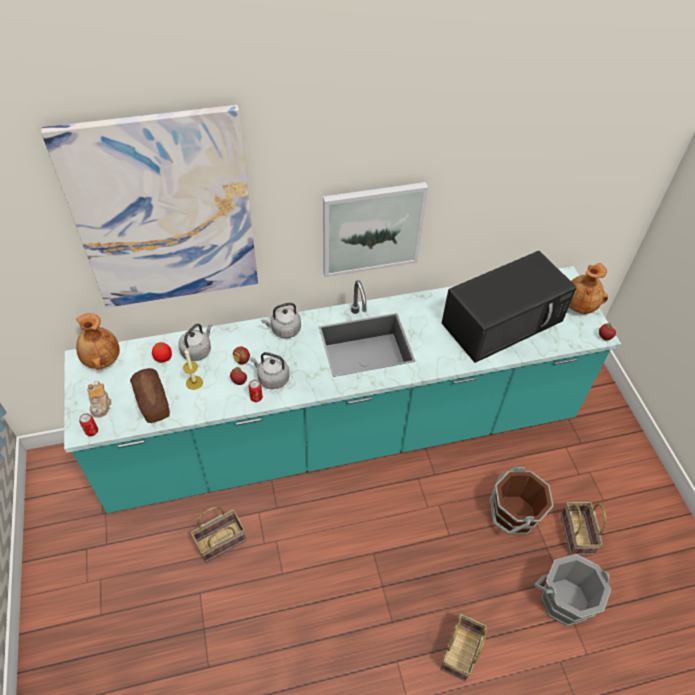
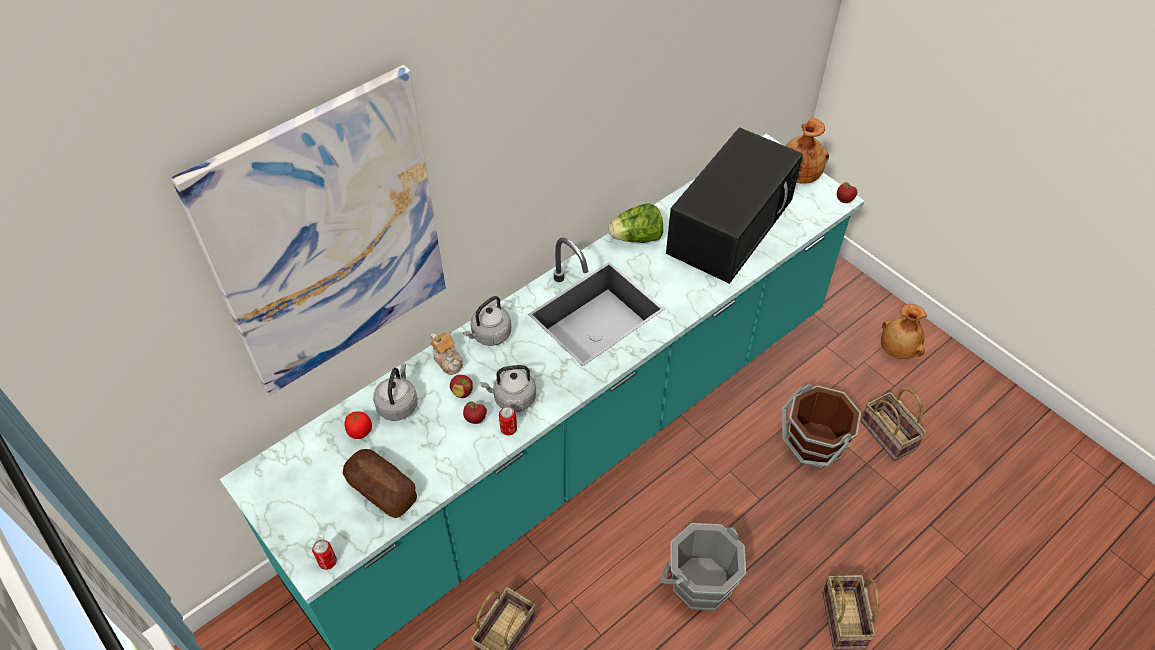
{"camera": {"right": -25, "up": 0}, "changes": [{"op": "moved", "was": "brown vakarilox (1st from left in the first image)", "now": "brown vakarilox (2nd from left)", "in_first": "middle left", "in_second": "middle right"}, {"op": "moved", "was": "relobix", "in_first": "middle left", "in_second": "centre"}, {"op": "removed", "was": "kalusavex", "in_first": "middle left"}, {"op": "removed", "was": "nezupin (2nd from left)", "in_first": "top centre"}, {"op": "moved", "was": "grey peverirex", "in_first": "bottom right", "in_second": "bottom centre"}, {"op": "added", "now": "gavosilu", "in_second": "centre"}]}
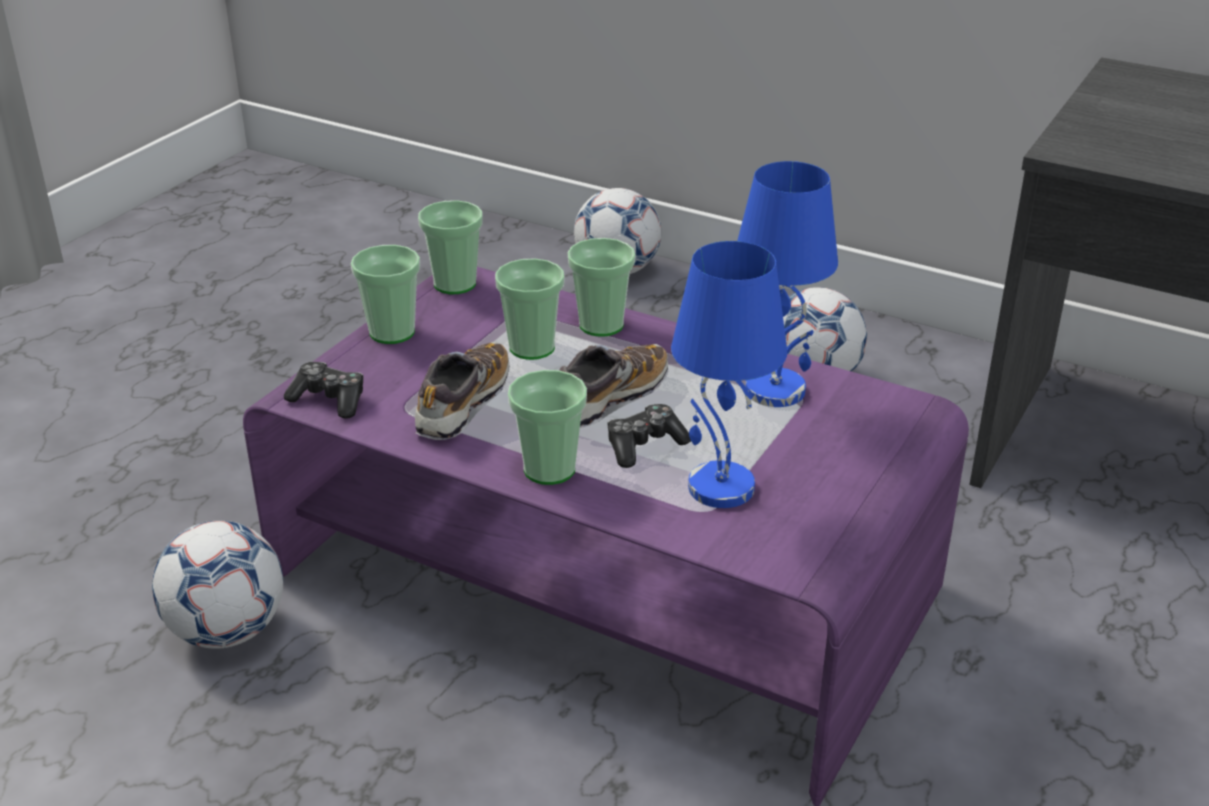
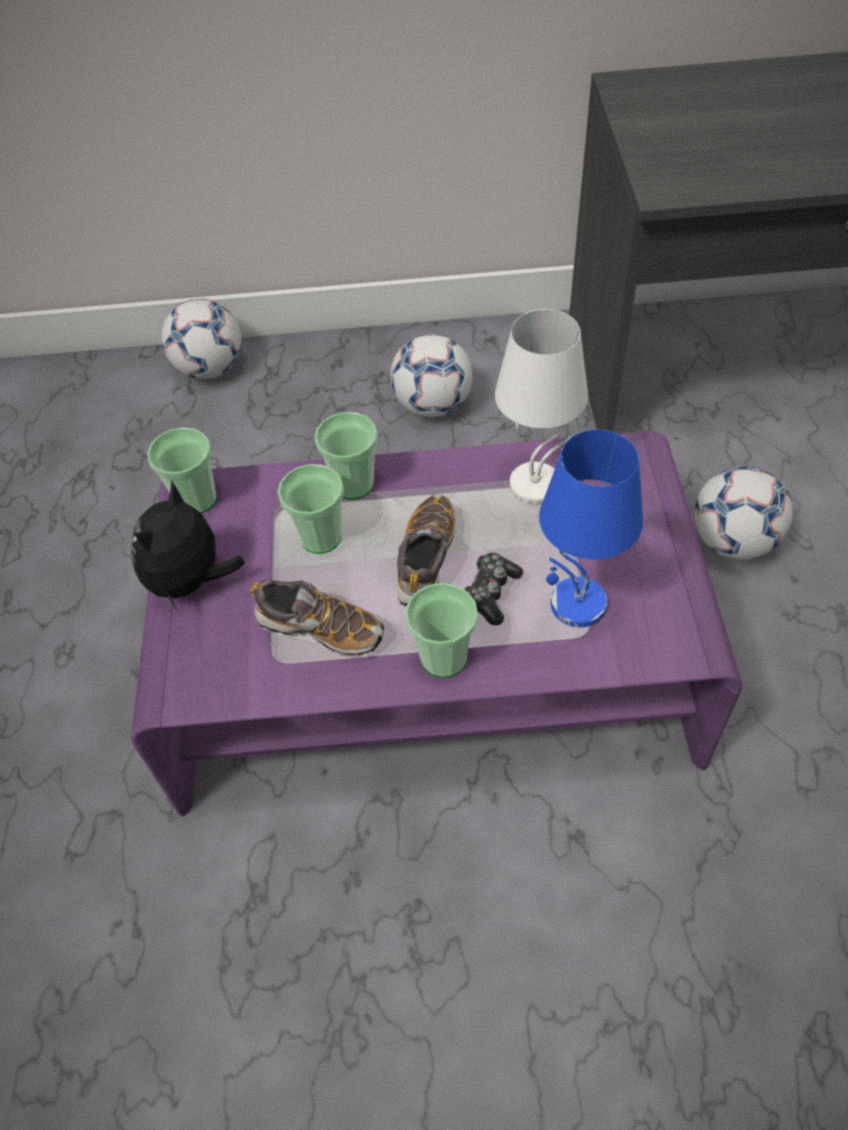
{"camera": {"right": -30, "up": 20}, "changes": [{"op": "moved", "was": "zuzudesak (1st from left in the first image)", "now": "zuzudesak (3rd from left)", "in_first": "bottom left", "in_second": "middle right"}, {"op": "removed", "was": "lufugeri (1st from left)", "in_first": "middle left"}, {"op": "replaced", "was": "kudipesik (1st from left)", "now": "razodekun", "in_first": "middle left", "in_second": "middle left"}, {"op": "turned", "was": "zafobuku (1st from left)", "in_first": "centre", "in_second": "centre", "clockwise": 120}, {"op": "recoloured", "was": "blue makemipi (2nd from left)", "now": "white makemipi", "in_first": "centre", "in_second": "centre"}]}
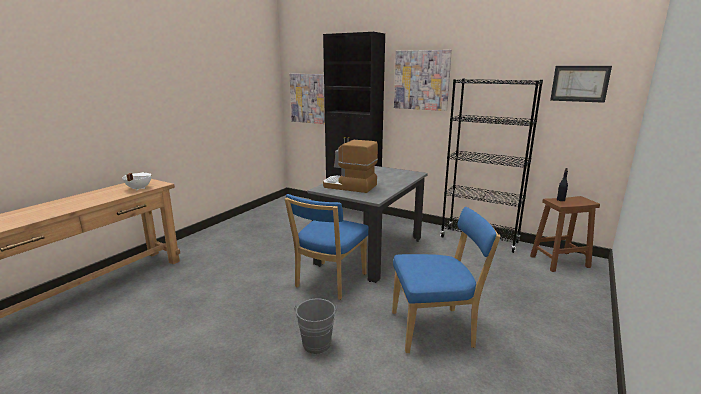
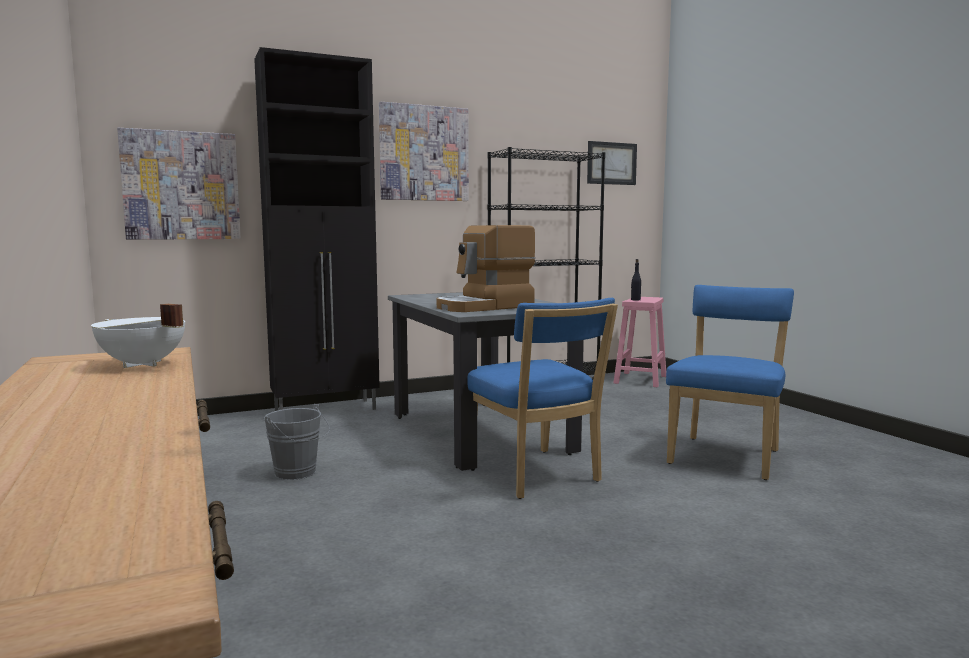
{"camera": {"right": -55, "up": -10}, "changes": [{"op": "moved", "was": "grey peverirex", "in_first": "bottom centre", "in_second": "bottom left"}, {"op": "recoloured", "was": "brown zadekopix", "now": "pink zadekopix", "in_first": "middle right", "in_second": "centre"}]}
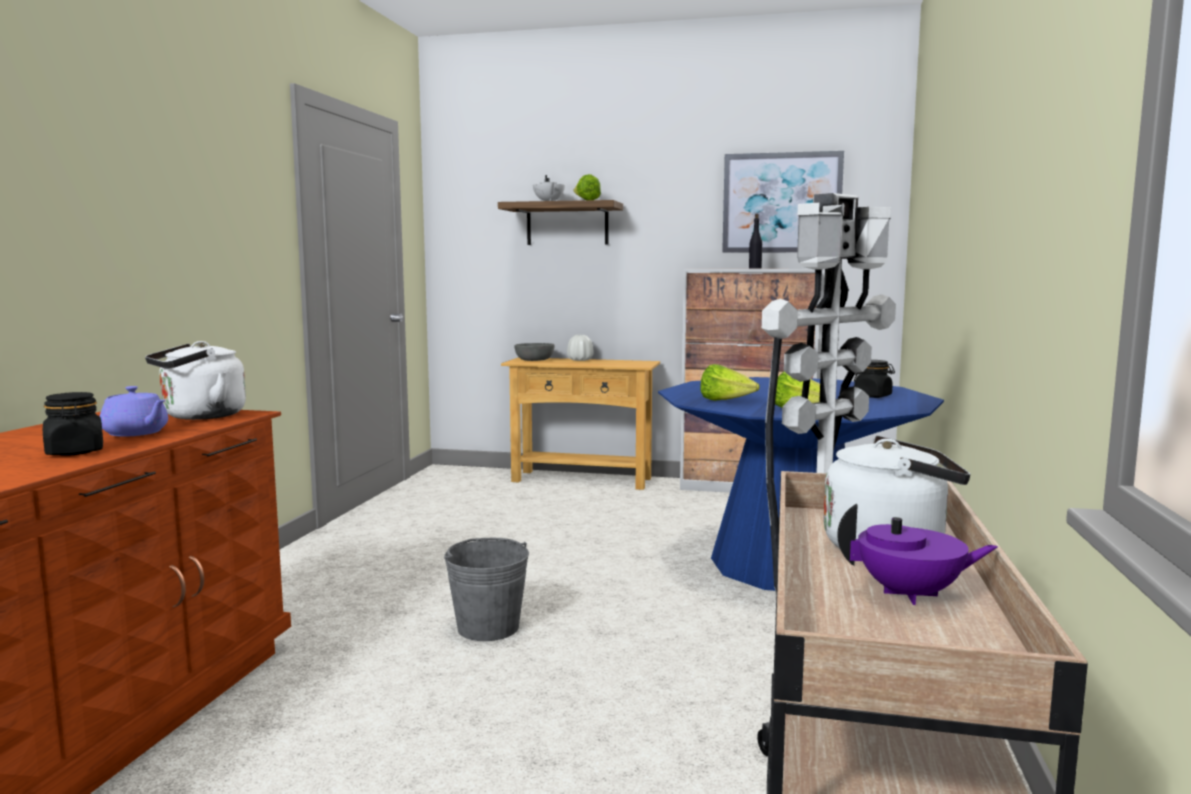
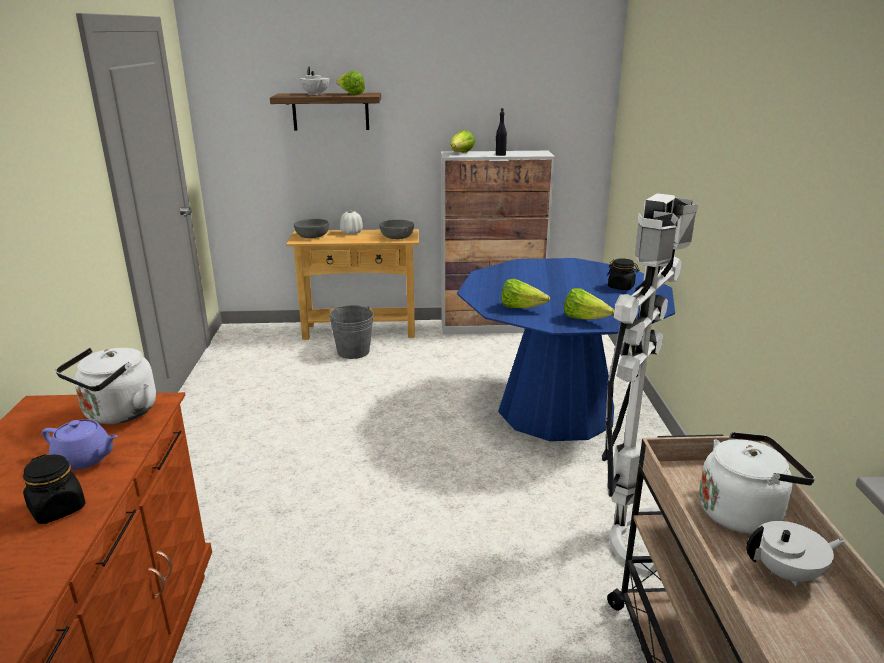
{"camera": {"right": -15, "up": 15}, "changes": [{"op": "moved", "was": "grey peverirex", "in_first": "bottom centre", "in_second": "centre"}, {"op": "removed", "was": "nezupin", "in_first": "top centre"}, {"op": "recoloured", "was": "purple relobix (2nd from left)", "now": "white relobix (2nd from left)", "in_first": "bottom right", "in_second": "bottom right"}, {"op": "added", "now": "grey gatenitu (2nd from left)", "in_second": "centre"}, {"op": "added", "now": "gavosilu (2nd from left)", "in_second": "top centre"}]}
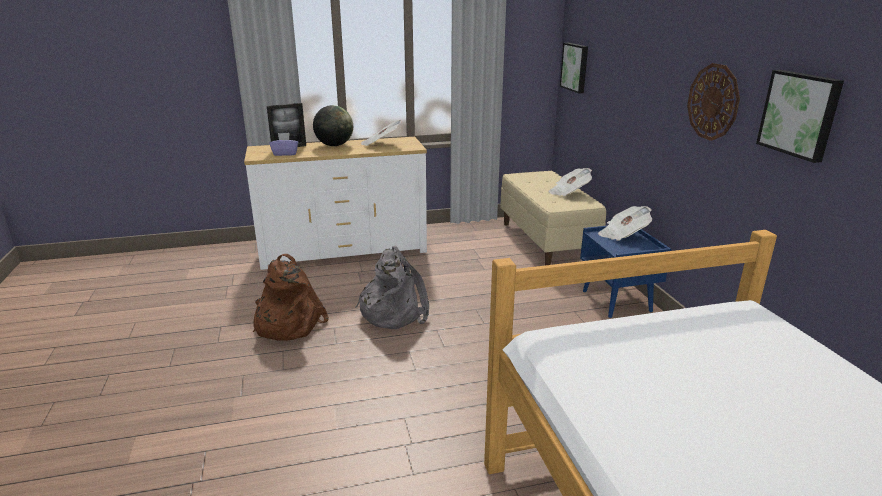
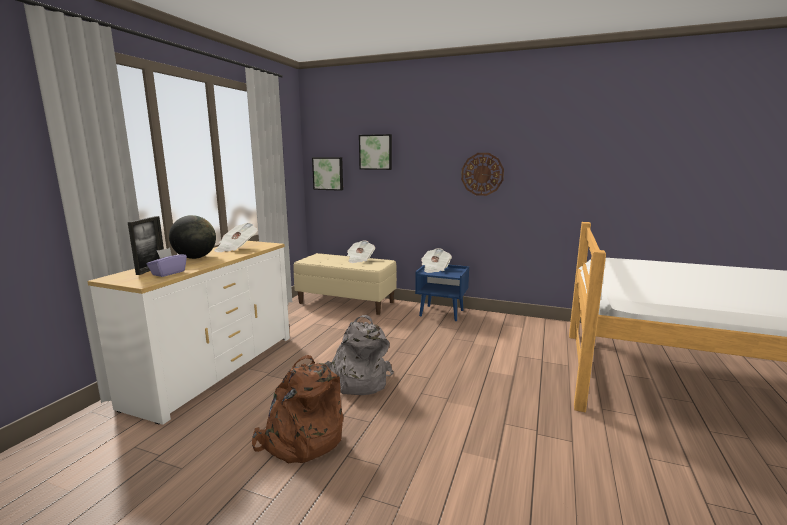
{"camera": {"right": -55, "up": -10}, "changes": [{"op": "moved", "was": "nezupin (2nd from left)", "in_first": "top right", "in_second": "top centre"}]}
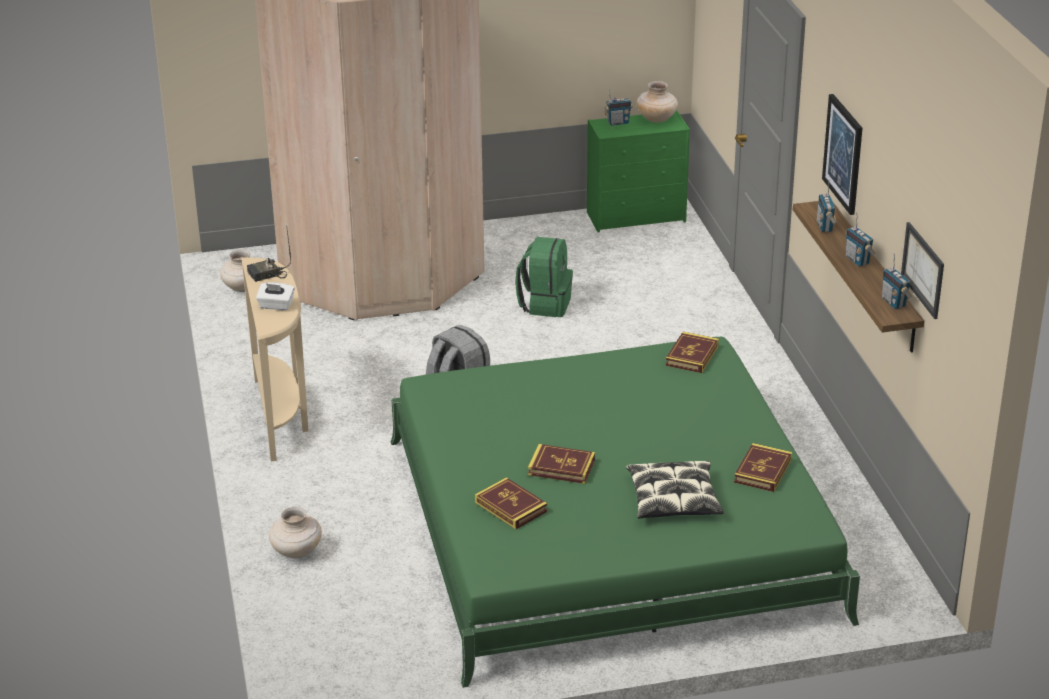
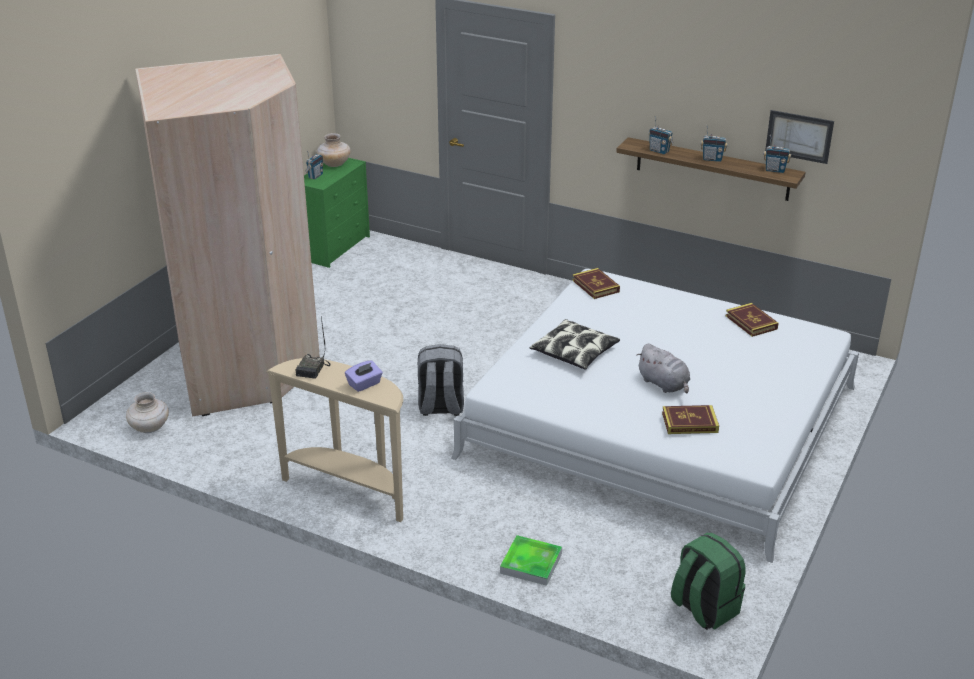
{"camera": {"right": -50, "up": 0}, "changes": [{"op": "recoloured", "was": "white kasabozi", "now": "purple kasabozi", "in_first": "middle left", "in_second": "centre"}, {"op": "replaced", "was": "beige vakarilox (2nd from left)", "now": "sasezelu", "in_first": "bottom left", "in_second": "bottom centre"}, {"op": "recoloured", "was": "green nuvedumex", "now": "white nuvedumex", "in_first": "bottom centre", "in_second": "middle right"}, {"op": "moved", "was": "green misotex", "in_first": "centre", "in_second": "bottom right"}, {"op": "replaced", "was": "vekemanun (2nd from left)", "now": "grey razodekun", "in_first": "centre", "in_second": "middle right"}, {"op": "moved", "was": "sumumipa", "in_first": "bottom centre", "in_second": "centre"}, {"op": "removed", "was": "nezupin (1st from left)", "in_first": "top right"}]}
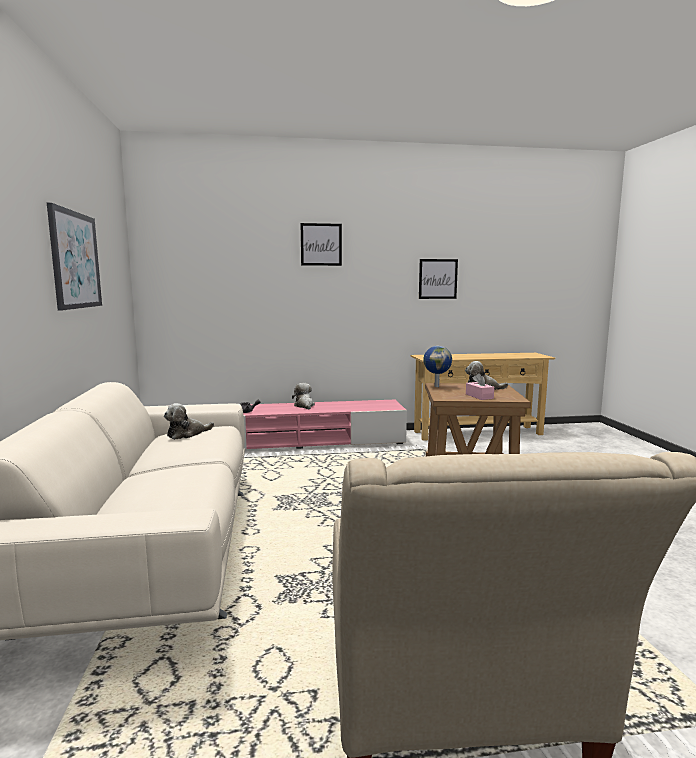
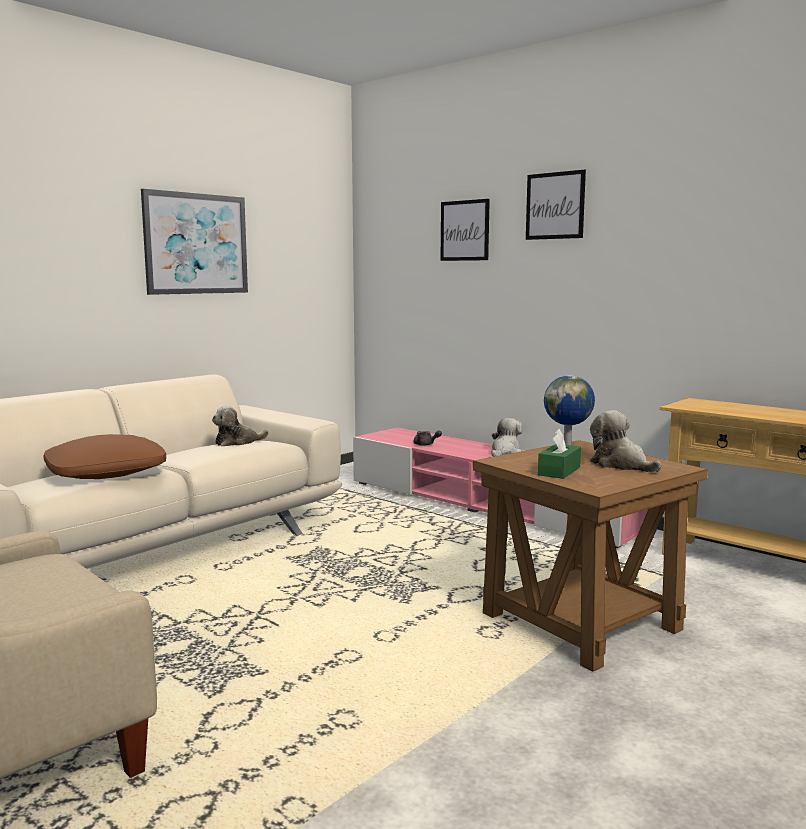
{"camera": {"right": 50, "up": 0}, "changes": [{"op": "turned", "was": "razodekun (1st from left)", "in_first": "middle left", "in_second": "middle left", "clockwise": -45}, {"op": "moved", "was": "nezupin (3rd from left in the first image)", "now": "nezupin (2nd from left)", "in_first": "centre", "in_second": "top centre"}, {"op": "recoloured", "was": "pink kasabozi", "now": "green kasabozi", "in_first": "middle right", "in_second": "middle right"}, {"op": "added", "now": "brown sumumipa", "in_second": "middle left"}]}
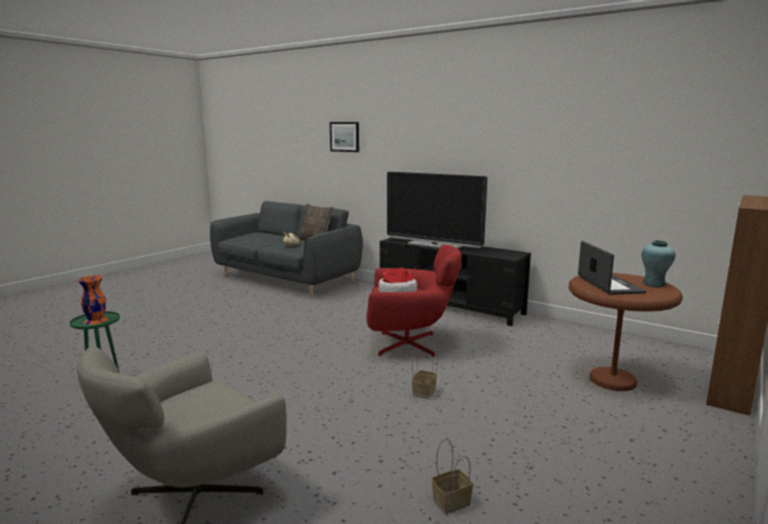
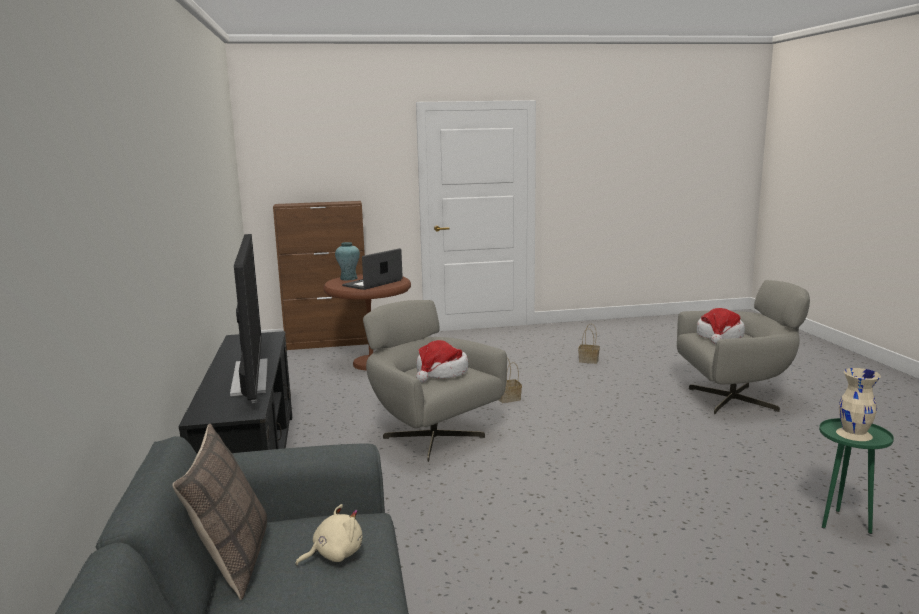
{"camera": {"right": -135, "up": 0}, "changes": [{"op": "recoloured", "was": "orange vakarilox", "now": "beige vakarilox", "in_first": "middle left", "in_second": "middle right"}, {"op": "removed", "was": "nezupin", "in_first": "top centre"}, {"op": "recoloured", "was": "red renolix", "now": "grey renolix (1st from left)", "in_first": "centre", "in_second": "centre"}, {"op": "added", "now": "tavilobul (2nd from left)", "in_second": "middle right"}]}
